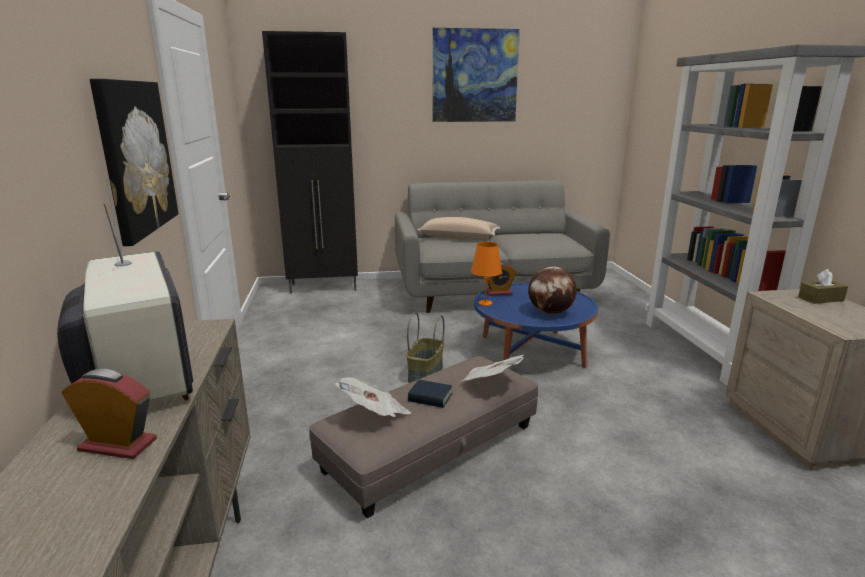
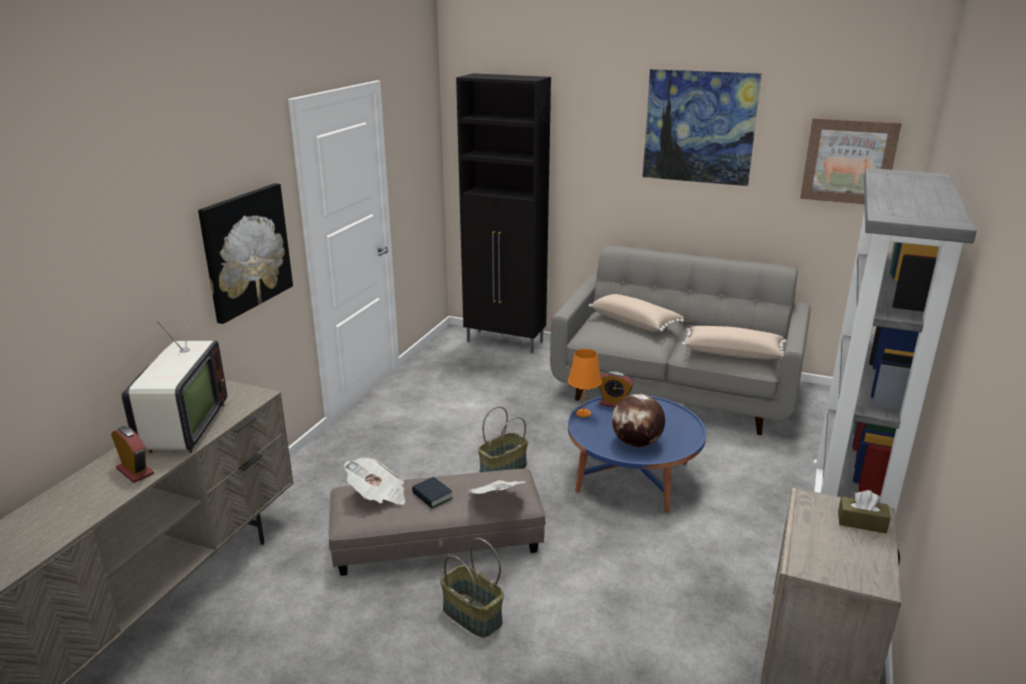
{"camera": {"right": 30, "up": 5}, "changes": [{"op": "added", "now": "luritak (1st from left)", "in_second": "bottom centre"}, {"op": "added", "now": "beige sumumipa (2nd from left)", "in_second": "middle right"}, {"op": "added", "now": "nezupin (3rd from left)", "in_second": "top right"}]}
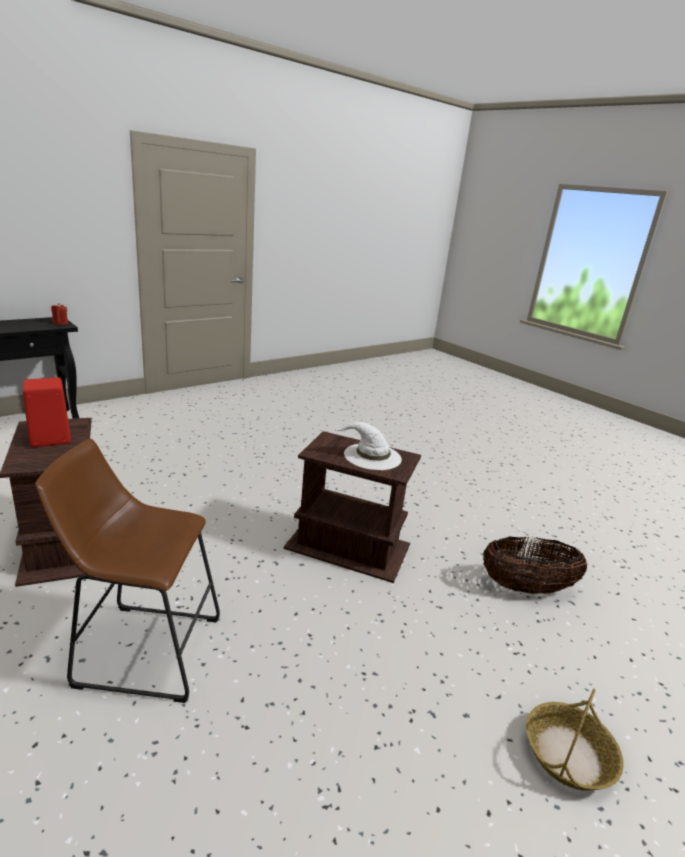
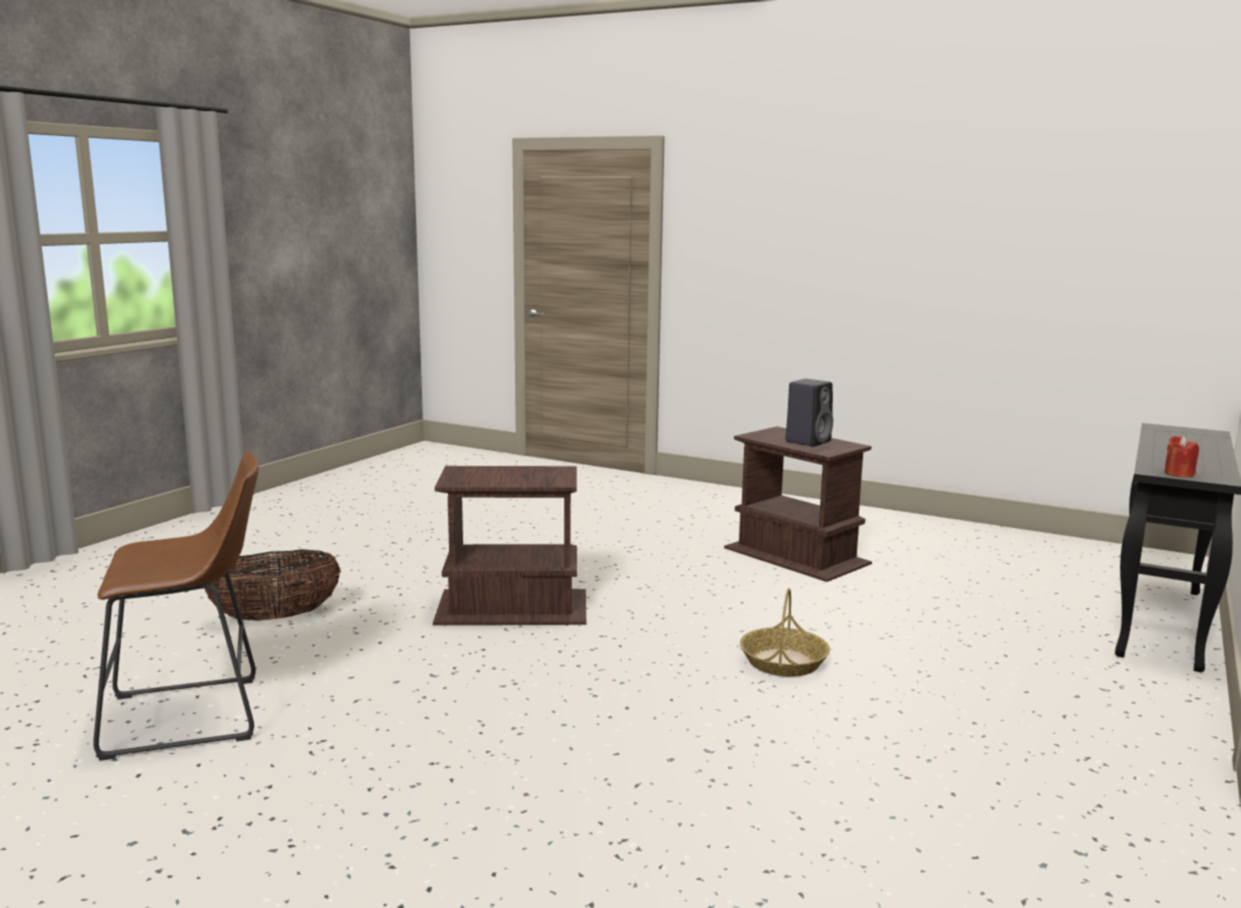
{"camera": {"right": 160, "up": -10}, "changes": [{"op": "recoloured", "was": "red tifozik", "now": "black tifozik", "in_first": "middle left", "in_second": "centre"}, {"op": "moved", "was": "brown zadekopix", "in_first": "middle left", "in_second": "bottom left"}, {"op": "removed", "was": "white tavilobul", "in_first": "centre"}, {"op": "moved", "was": "luritak (2nd from left)", "in_first": "bottom right", "in_second": "bottom centre"}]}
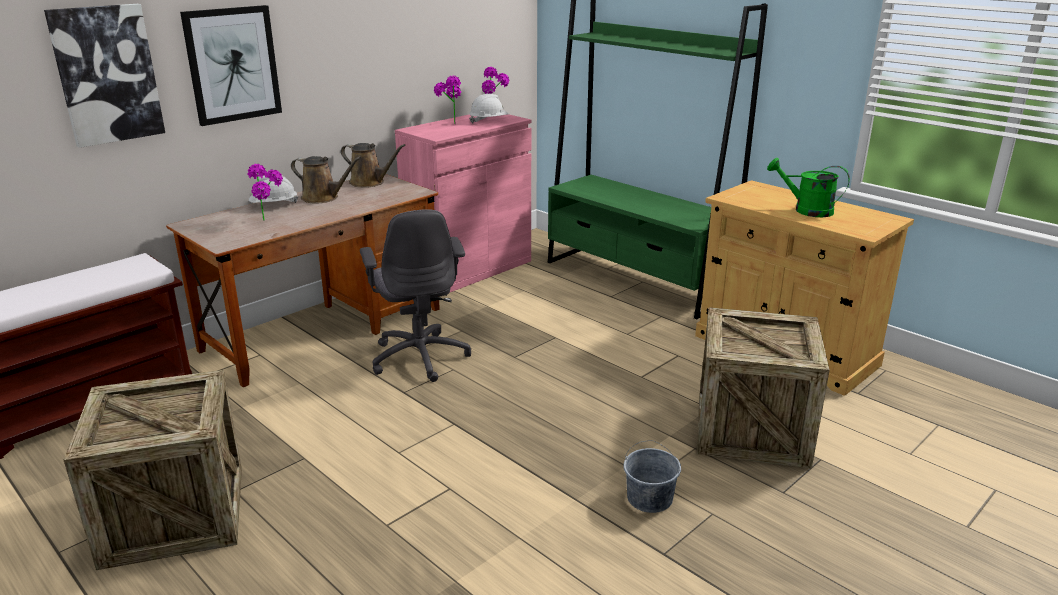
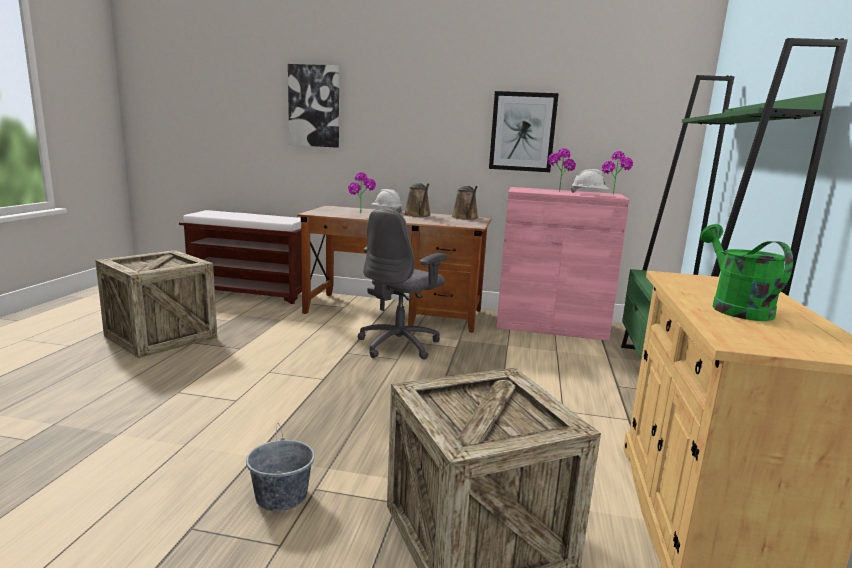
{"camera": {"right": 55, "up": -10}, "changes": [{"op": "moved", "was": "nezupin (2nd from left)", "in_first": "top left", "in_second": "top centre"}]}
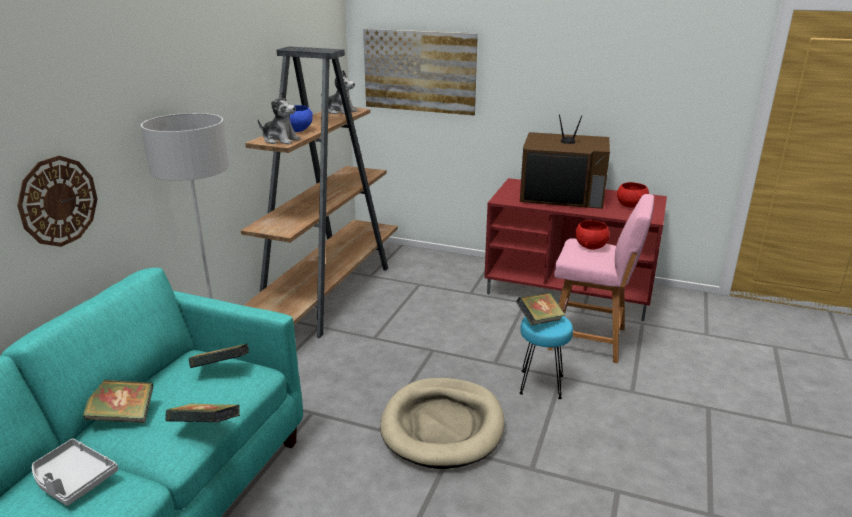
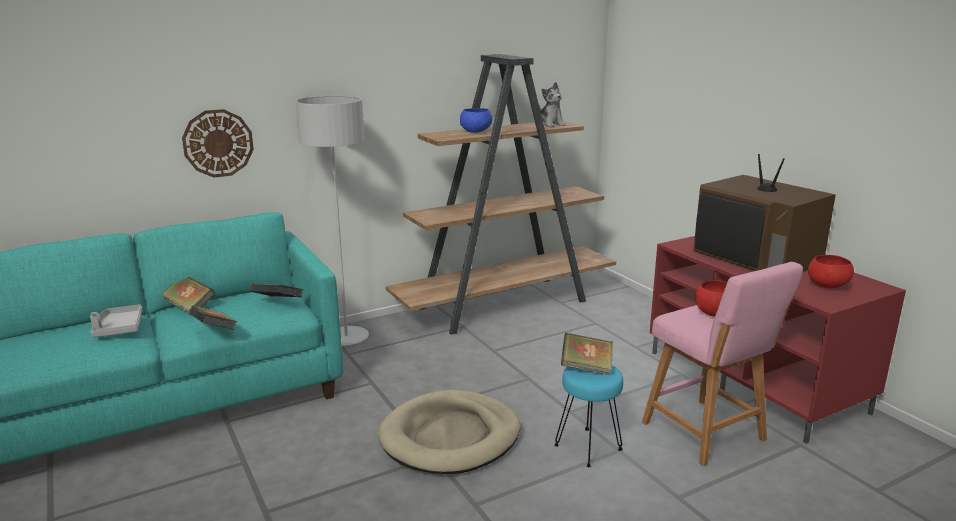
{"camera": {"right": 40, "up": -5}, "changes": [{"op": "removed", "was": "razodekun (1st from left)", "in_first": "top left"}, {"op": "removed", "was": "nezupin", "in_first": "top centre"}]}
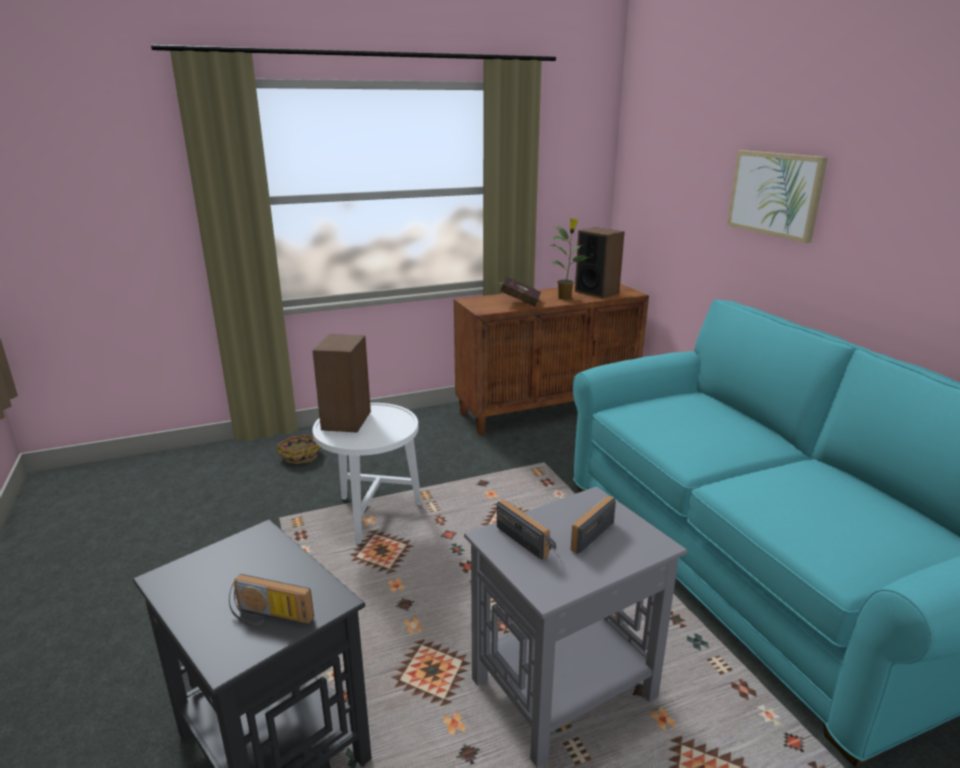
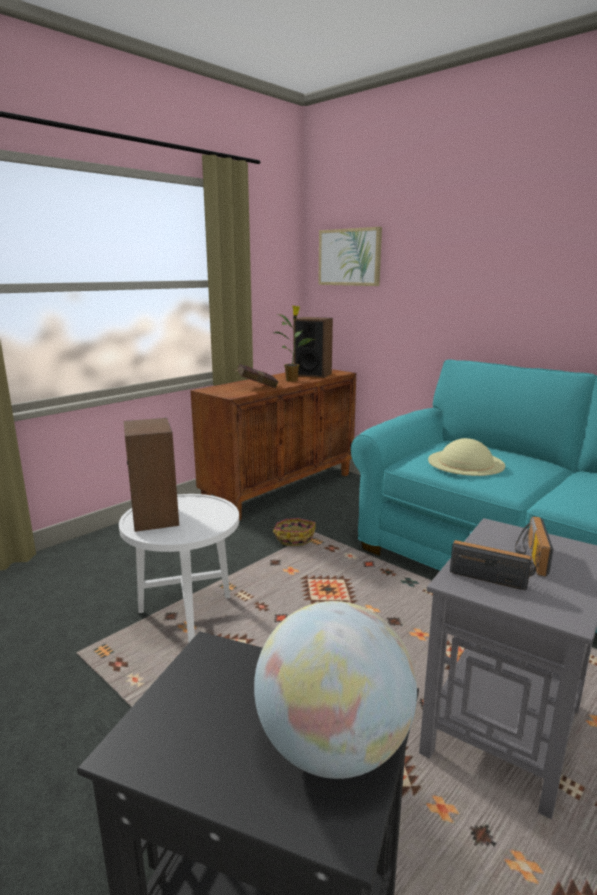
{"camera": {"right": -25, "up": -5}, "changes": [{"op": "replaced", "was": "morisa (1st from left)", "now": "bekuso", "in_first": "bottom left", "in_second": "bottom centre"}, {"op": "moved", "was": "luritak", "in_first": "middle left", "in_second": "centre"}, {"op": "moved", "was": "nezupin", "in_first": "top right", "in_second": "top centre"}, {"op": "added", "now": "beige tavilobul", "in_second": "middle right"}]}
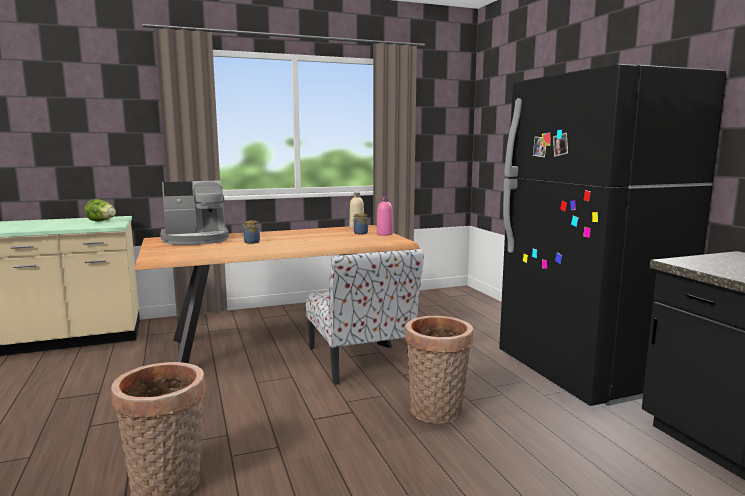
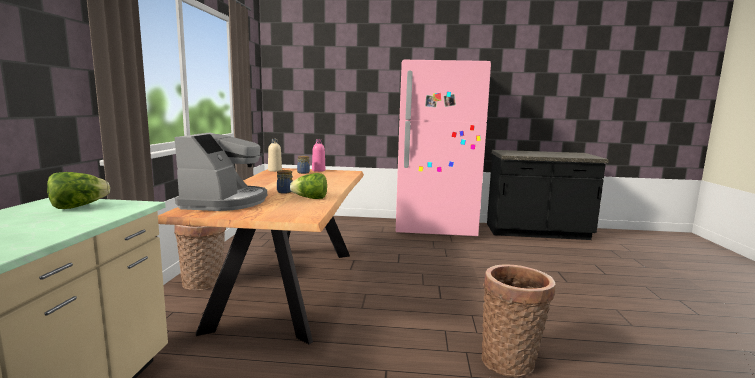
{"camera": {"right": -65, "up": 0}, "changes": [{"op": "removed", "was": "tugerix", "in_first": "centre"}, {"op": "moved", "was": "luritak (2nd from left in the first image)", "now": "luritak (1st from left)", "in_first": "bottom centre", "in_second": "bottom left"}, {"op": "recoloured", "was": "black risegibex", "now": "pink risegibex", "in_first": "middle right", "in_second": "centre"}, {"op": "added", "now": "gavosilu (2nd from left)", "in_second": "centre"}]}
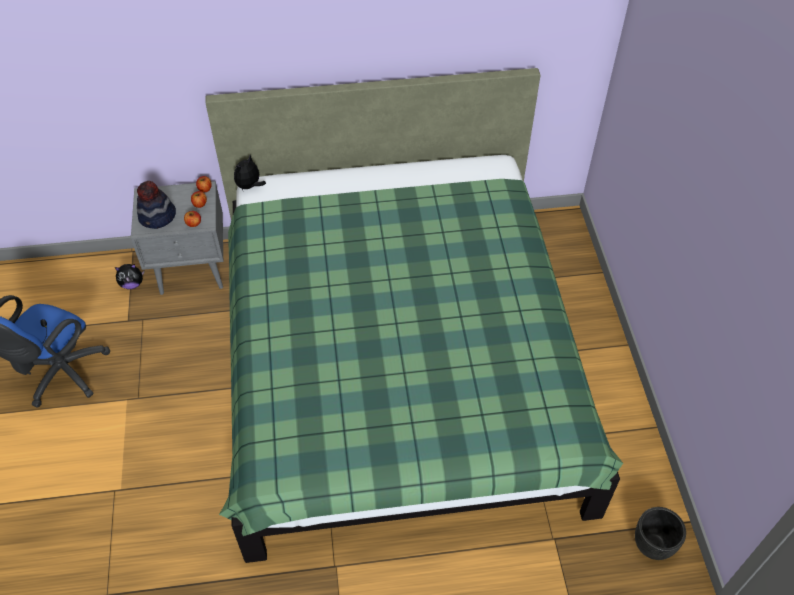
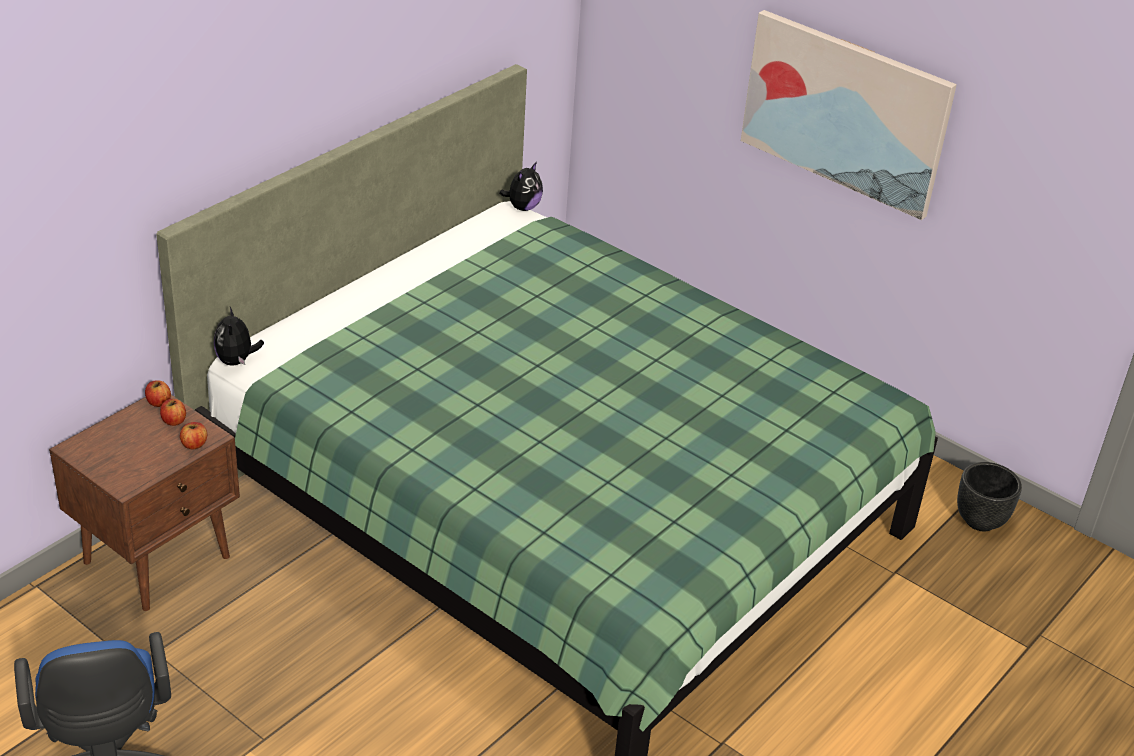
{"camera": {"right": -45, "up": -15}, "changes": [{"op": "moved", "was": "razodekun (1st from left in the first image)", "now": "razodekun (2nd from left)", "in_first": "middle left", "in_second": "top centre"}, {"op": "recoloured", "was": "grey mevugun", "now": "brown mevugun", "in_first": "middle left", "in_second": "middle left"}, {"op": "removed", "was": "tavilobul", "in_first": "middle left"}, {"op": "added", "now": "nezupin", "in_second": "top right"}]}
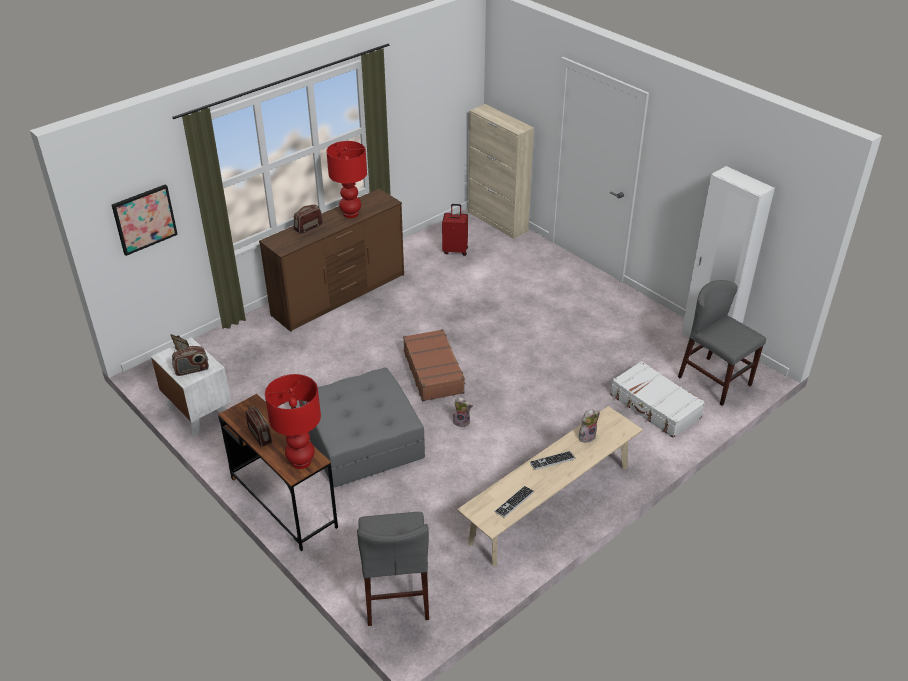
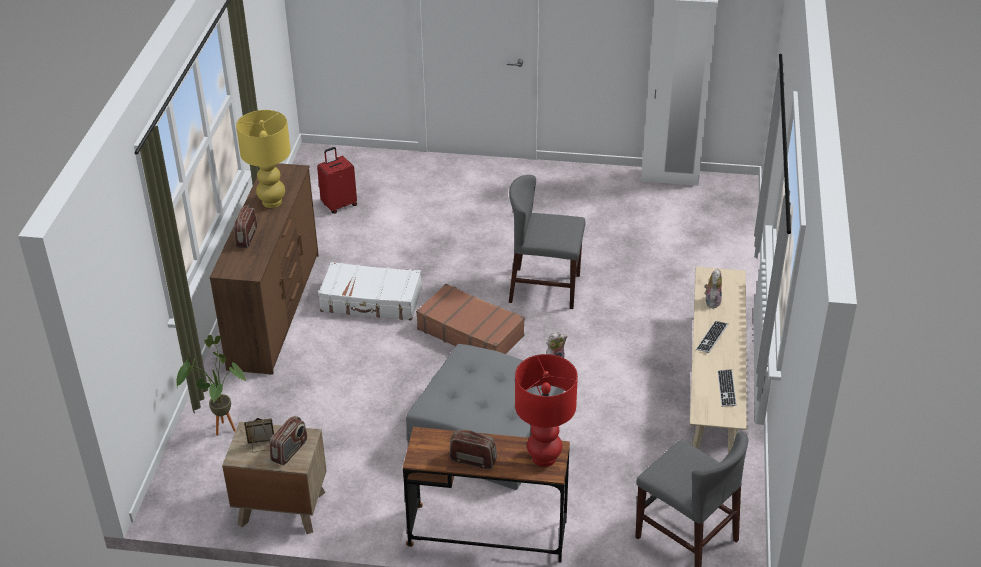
{"camera": {"right": -40, "up": 0}, "changes": [{"op": "removed", "was": "nezupin", "in_first": "top left"}, {"op": "recoloured", "was": "white mevugun", "now": "brown mevugun", "in_first": "middle left", "in_second": "bottom left"}, {"op": "recoloured", "was": "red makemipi (2nd from left)", "now": "yellow makemipi", "in_first": "top centre", "in_second": "top left"}, {"op": "removed", "was": "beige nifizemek", "in_first": "top centre"}, {"op": "moved", "was": "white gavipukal", "in_first": "middle right", "in_second": "centre"}, {"op": "moved", "was": "grey tugerix (2nd from left in the first image)", "now": "grey tugerix (1st from left)", "in_first": "middle right", "in_second": "centre"}, {"op": "added", "now": "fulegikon", "in_second": "bottom left"}]}
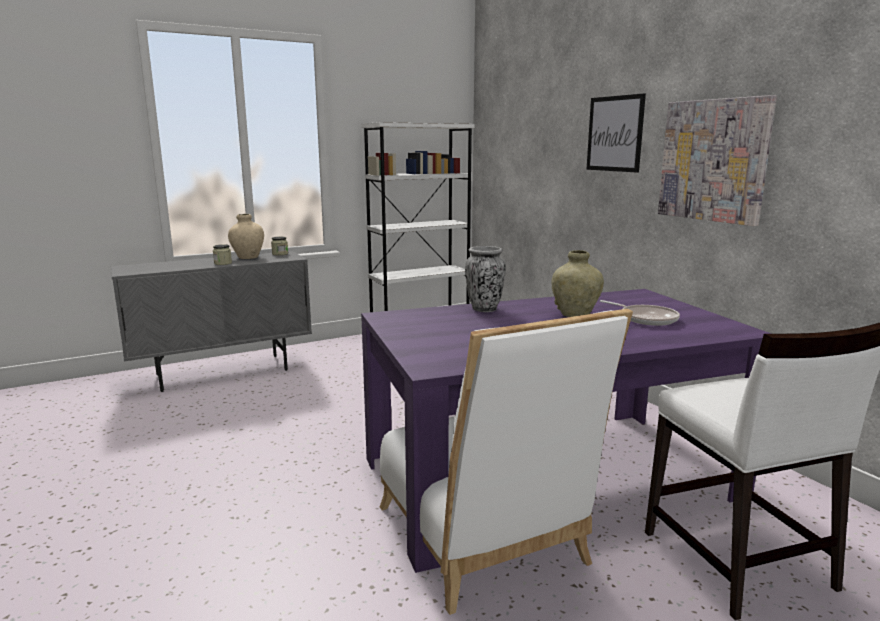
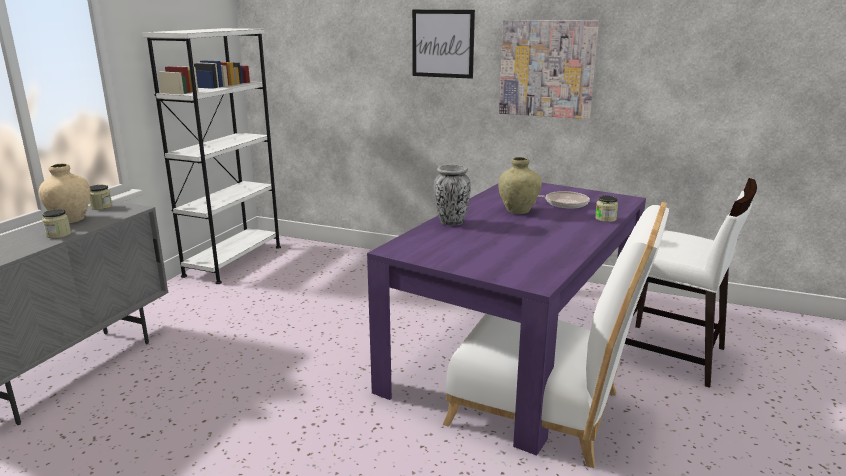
{"camera": {"right": -40, "up": 5}, "changes": [{"op": "added", "now": "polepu (3rd from left)", "in_second": "middle right"}]}
